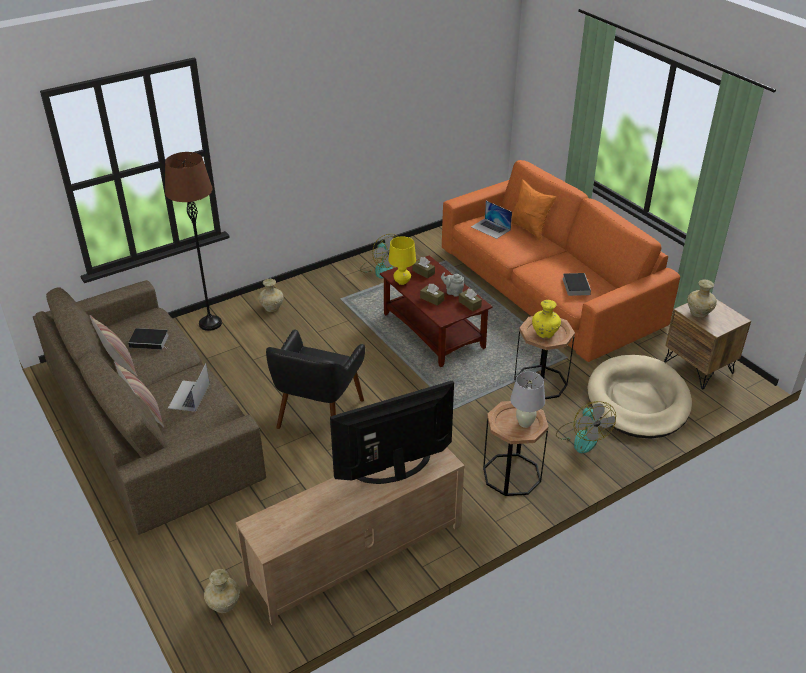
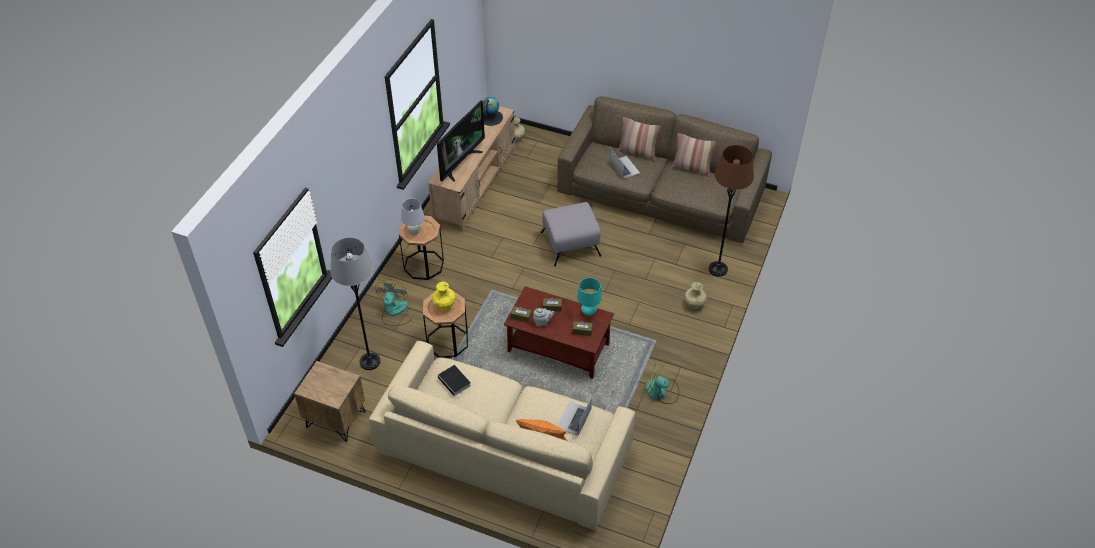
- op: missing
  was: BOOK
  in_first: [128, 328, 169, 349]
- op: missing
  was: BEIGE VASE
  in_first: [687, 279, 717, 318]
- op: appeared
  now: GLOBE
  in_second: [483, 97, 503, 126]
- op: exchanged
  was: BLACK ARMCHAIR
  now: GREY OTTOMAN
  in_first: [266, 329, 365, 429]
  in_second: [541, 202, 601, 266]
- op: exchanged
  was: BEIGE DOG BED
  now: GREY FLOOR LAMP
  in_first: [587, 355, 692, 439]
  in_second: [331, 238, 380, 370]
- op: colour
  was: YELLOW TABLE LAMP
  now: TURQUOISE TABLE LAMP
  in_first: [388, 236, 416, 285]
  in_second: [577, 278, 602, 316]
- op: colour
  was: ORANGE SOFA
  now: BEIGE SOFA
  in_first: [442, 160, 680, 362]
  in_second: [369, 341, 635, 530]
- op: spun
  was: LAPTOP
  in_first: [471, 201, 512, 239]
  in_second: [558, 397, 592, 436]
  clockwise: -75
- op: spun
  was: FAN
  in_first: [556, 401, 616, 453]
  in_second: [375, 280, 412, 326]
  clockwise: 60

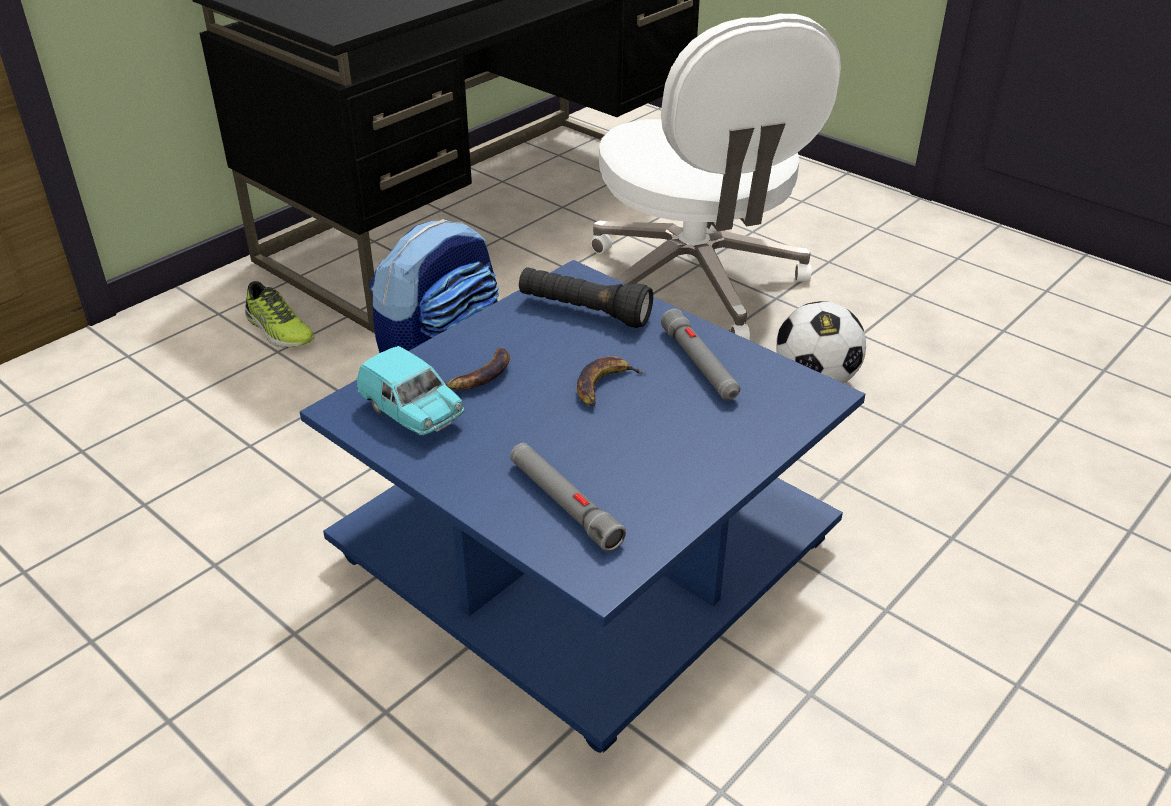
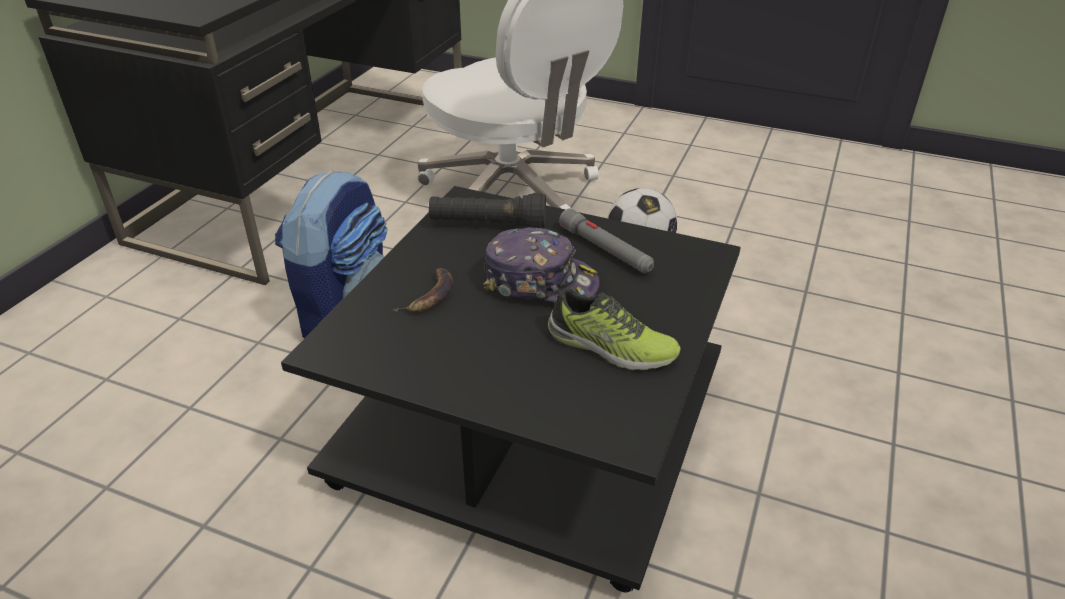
- op: missing
  was: TURQUOISE TOY CAR
  in_first: [357, 346, 464, 435]
- op: missing
  was: GREY FLASHLIGHT
  in_first: [510, 443, 626, 551]
- op: relocated
  was: SHOE
  in_first: [245, 281, 315, 348]
  in_second: [548, 288, 681, 370]
- op: exchanged
  was: BANANA
  now: CAP
  in_first: [577, 356, 645, 406]
  in_second: [483, 227, 600, 303]
- op: colour
  was: BLUE COFFEE TABLE
  now: BLACK COFFEE TABLE
  in_first: [300, 260, 865, 753]
  in_second: [281, 186, 741, 592]

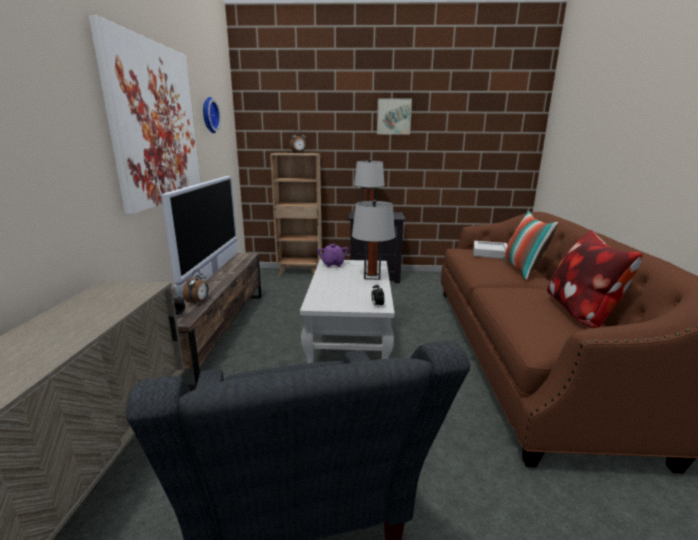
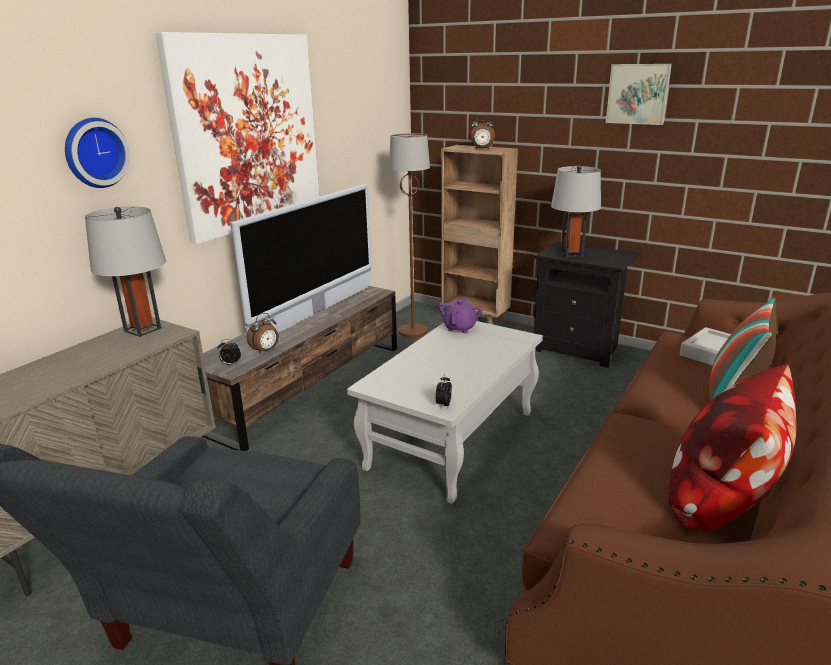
- op: appeared
  now: BROWN FLOOR LAMP
  in_second: [389, 133, 430, 338]
- op: relocated
  was: WALL CLOCK
  in_first: [203, 97, 221, 133]
  in_second: [65, 118, 130, 188]
- op: relocated
  was: GREY TABLE LAMP
  in_first: [352, 200, 395, 280]
  in_second: [85, 206, 166, 337]

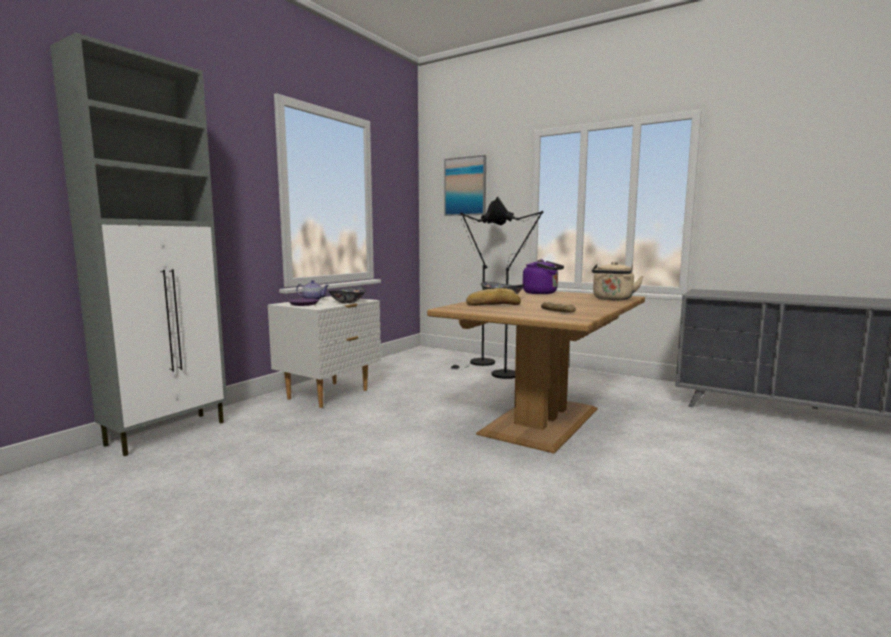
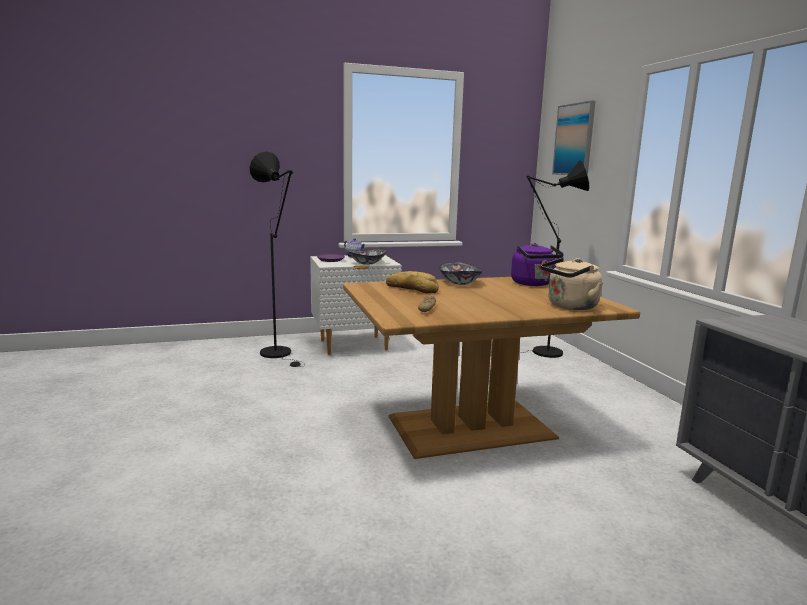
- op: missing
  was: GREY CABINET
  in_first: [50, 33, 227, 456]
- op: relocated
  was: BLACK FLOOR LAMP
  in_first: [488, 197, 543, 379]
  in_second: [250, 152, 304, 367]

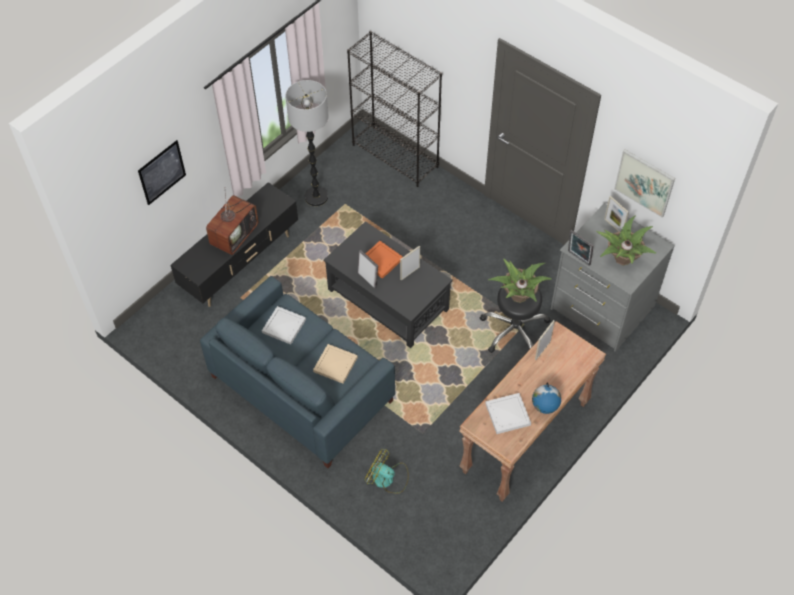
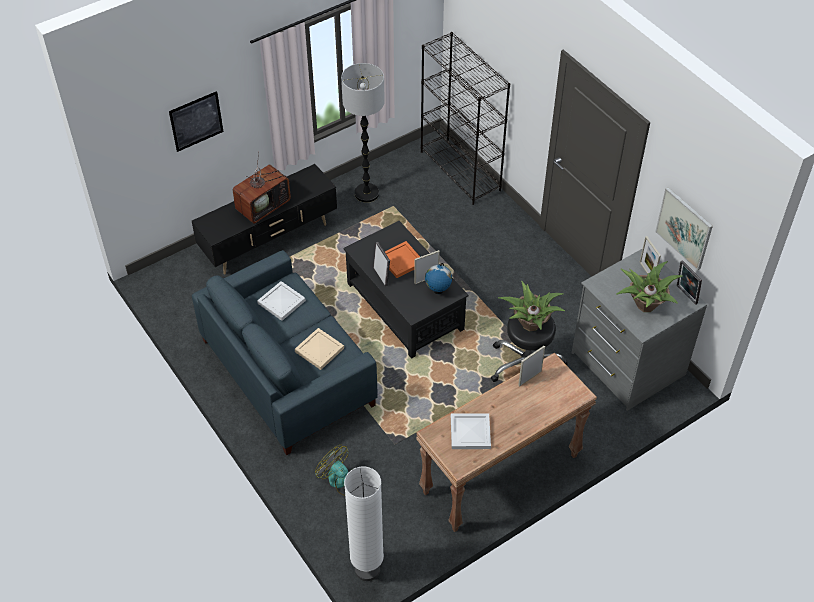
- op: appeared
  now: WHITE FLOOR LAMP
  in_second: [344, 466, 384, 581]
- op: relocated
  was: GLOBE
  in_first: [532, 382, 561, 414]
  in_second: [425, 263, 452, 294]
- op: relocated
  was: PICTURE FRAME
  in_first: [568, 230, 594, 266]
  in_second: [677, 260, 702, 305]

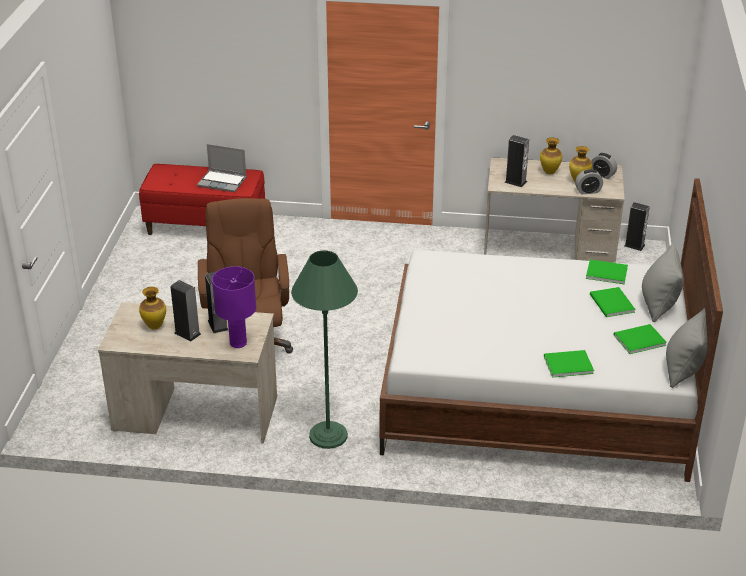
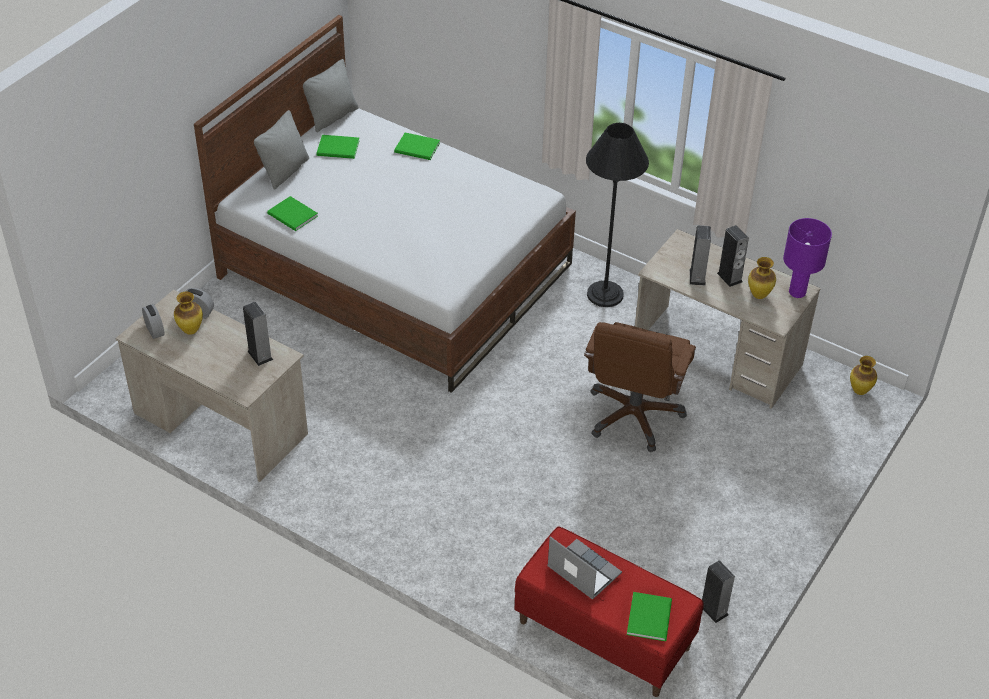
- op: relocated
  was: PURPLE TABLE LAMP
  in_first: [212, 266, 256, 348]
  in_second: [783, 218, 832, 298]
- op: relocated
  was: VASE
  in_first: [540, 138, 562, 174]
  in_second: [850, 356, 877, 395]
- op: relocated
  was: GREEN BOOK
  in_first: [590, 287, 635, 317]
  in_second: [627, 592, 672, 641]
- op: relocated
  was: SPEAKER
  in_first: [624, 202, 650, 251]
  in_second: [702, 560, 735, 623]
- op: colour
  was: GREEN FLOOR LAMP
  now: BLACK FLOOR LAMP
  in_first: [291, 250, 358, 449]
  in_second: [586, 123, 649, 307]

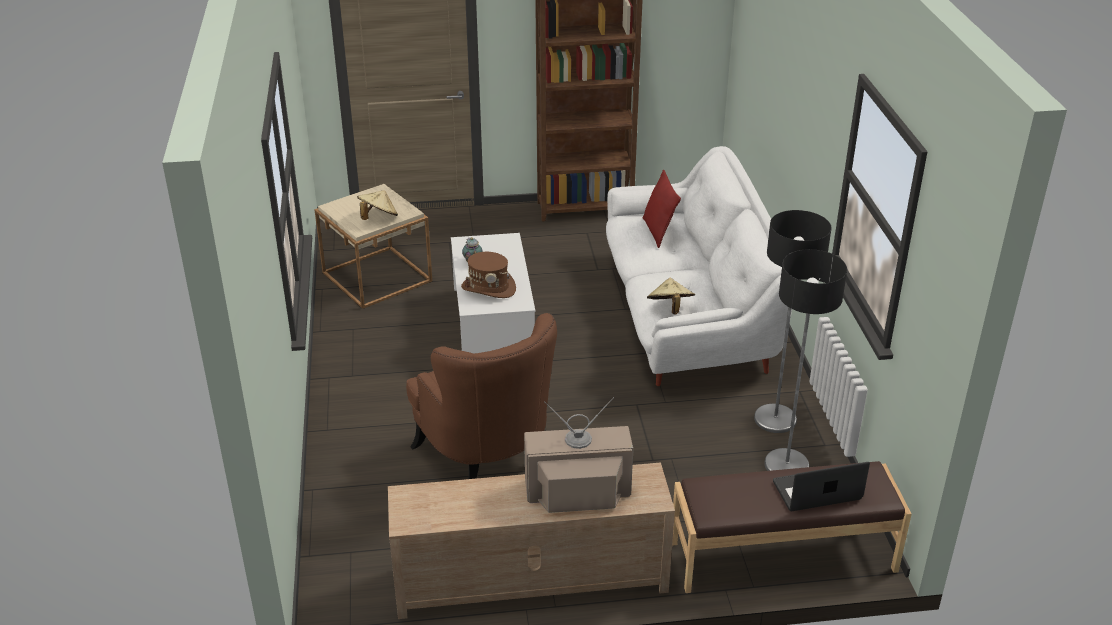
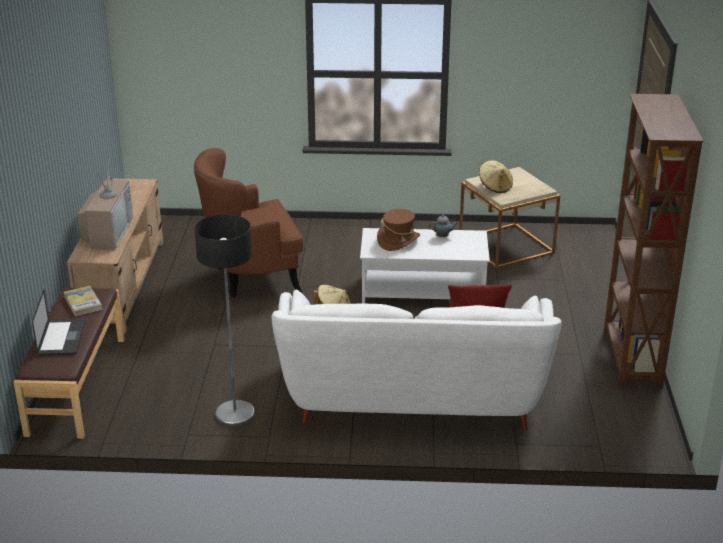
- op: missing
  was: FLOOR LAMP
  in_first: [765, 249, 847, 471]
- op: appeared
  now: BOOK
  in_second: [64, 286, 102, 316]

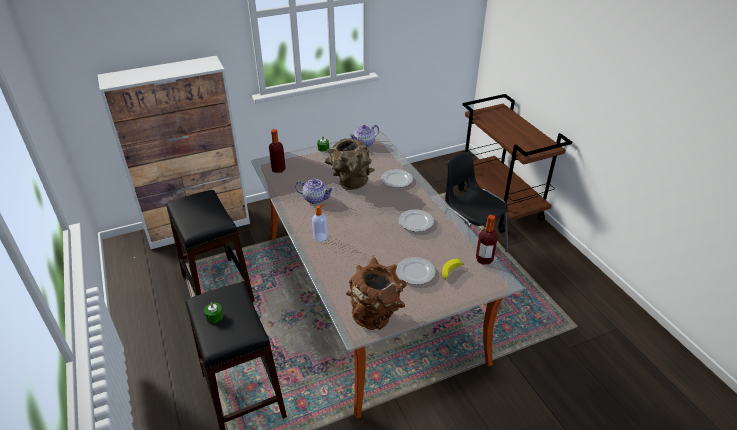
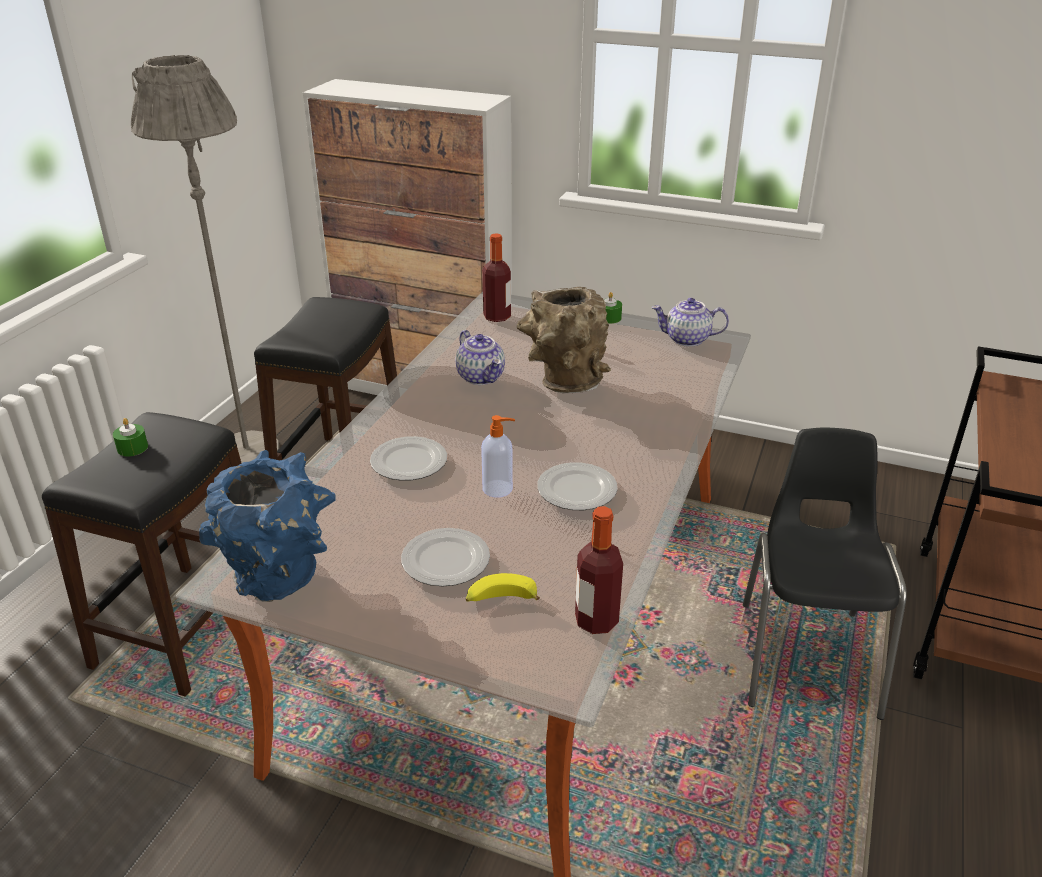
- op: appeared
  now: GREY FLOOR LAMP
  in_second: [131, 55, 279, 463]
- op: relocated
  was: SOAP DISPENSER
  in_first: [312, 204, 327, 242]
  in_second: [481, 415, 515, 498]
- op: relocated
  was: PLATE
  in_first: [381, 169, 413, 188]
  in_second: [370, 436, 447, 481]
- op: colour
  was: BROWN VASE
  now: BLUE VASE
  in_first: [346, 257, 407, 330]
  in_second: [199, 450, 336, 602]

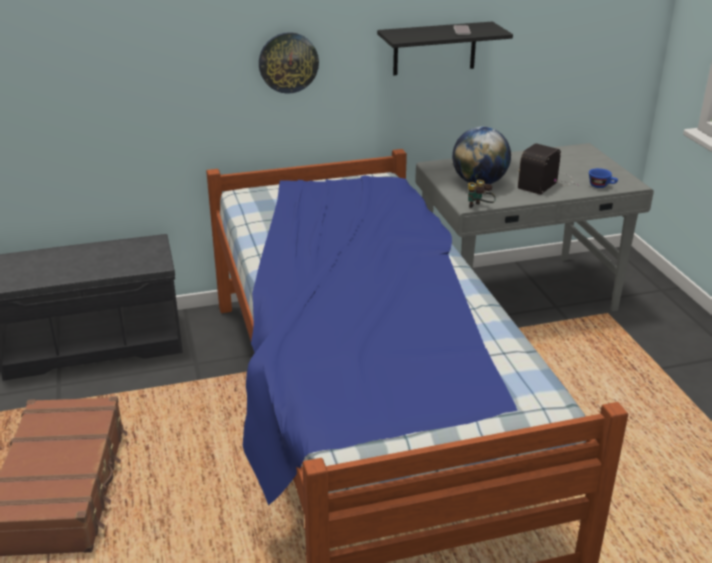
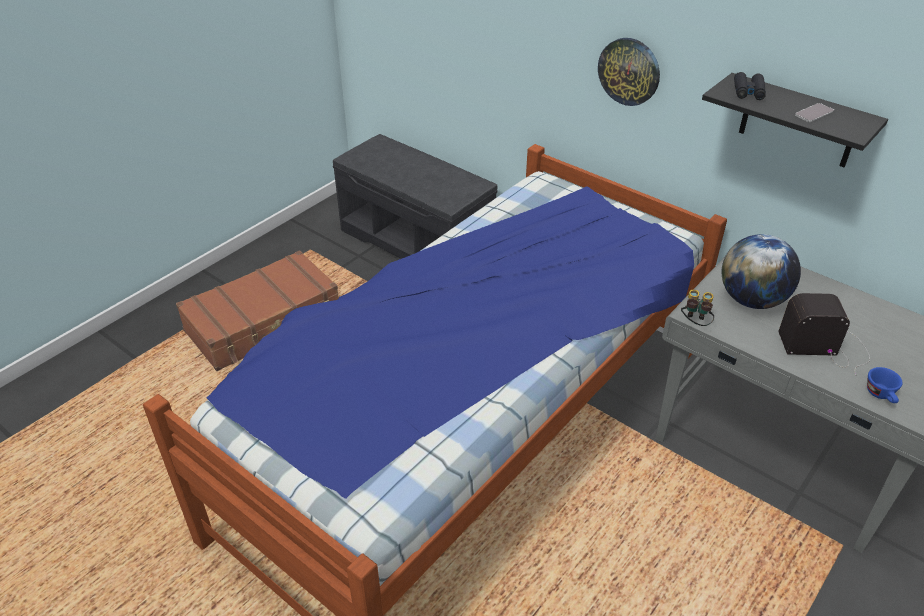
- op: appeared
  now: BLACK BINOCULARS
  in_second: [734, 72, 766, 100]

